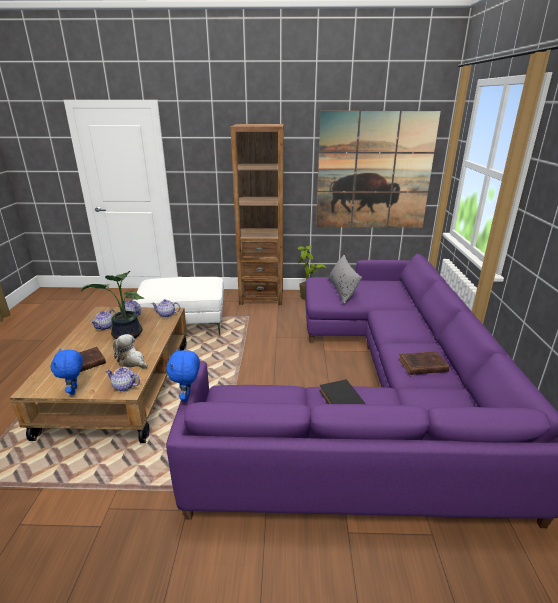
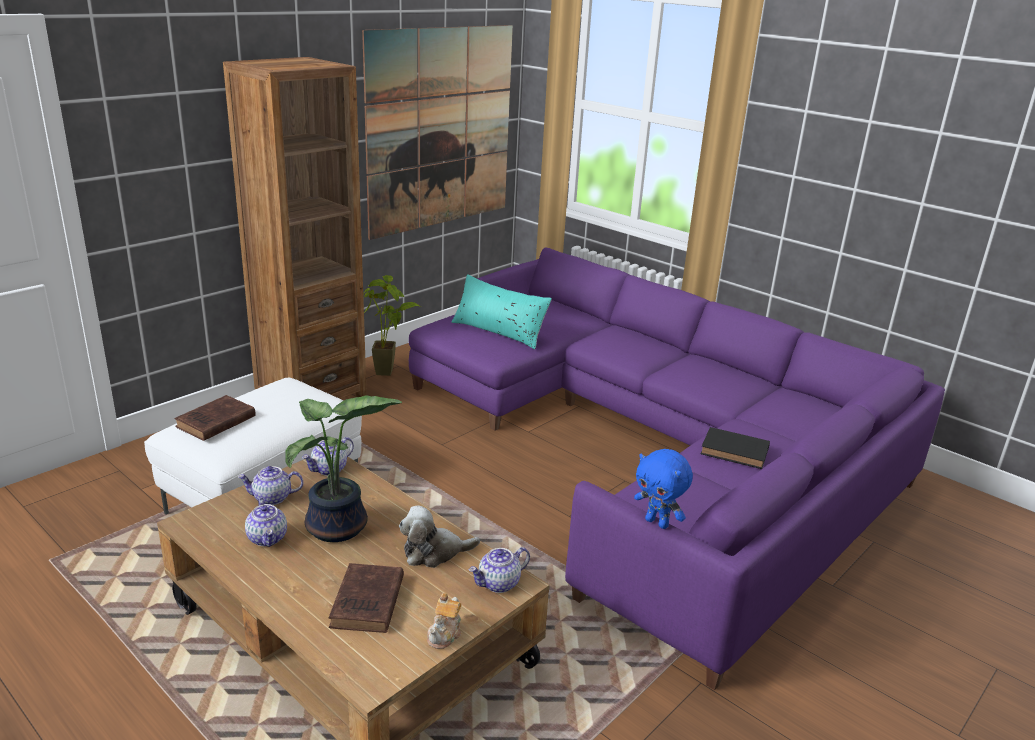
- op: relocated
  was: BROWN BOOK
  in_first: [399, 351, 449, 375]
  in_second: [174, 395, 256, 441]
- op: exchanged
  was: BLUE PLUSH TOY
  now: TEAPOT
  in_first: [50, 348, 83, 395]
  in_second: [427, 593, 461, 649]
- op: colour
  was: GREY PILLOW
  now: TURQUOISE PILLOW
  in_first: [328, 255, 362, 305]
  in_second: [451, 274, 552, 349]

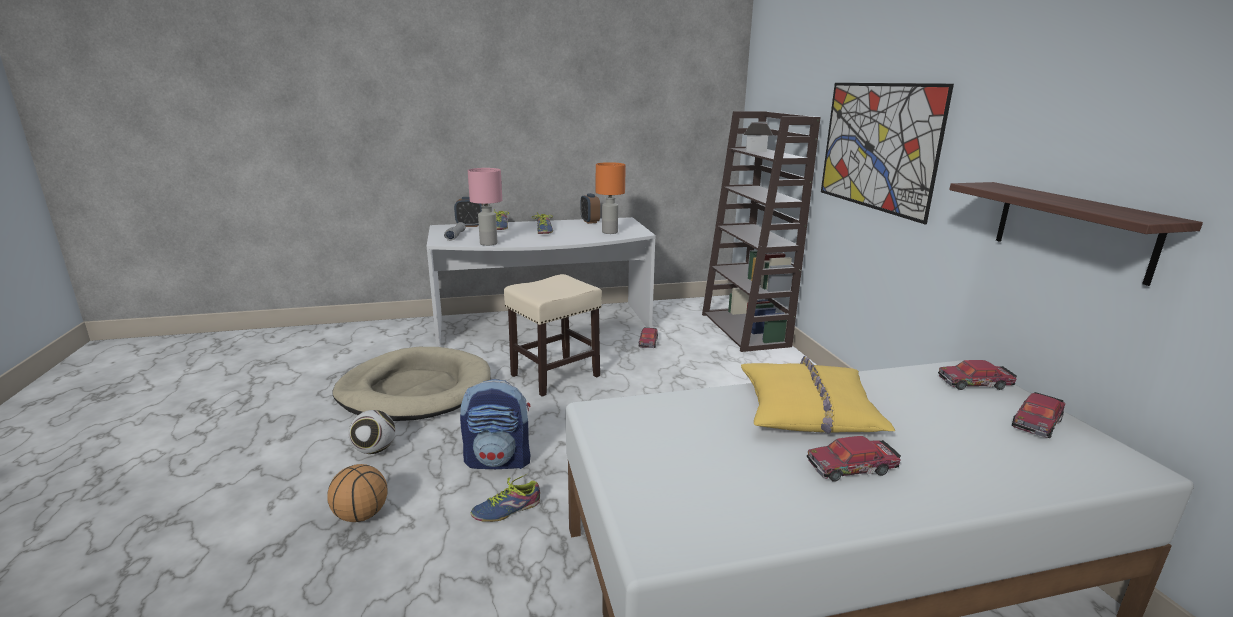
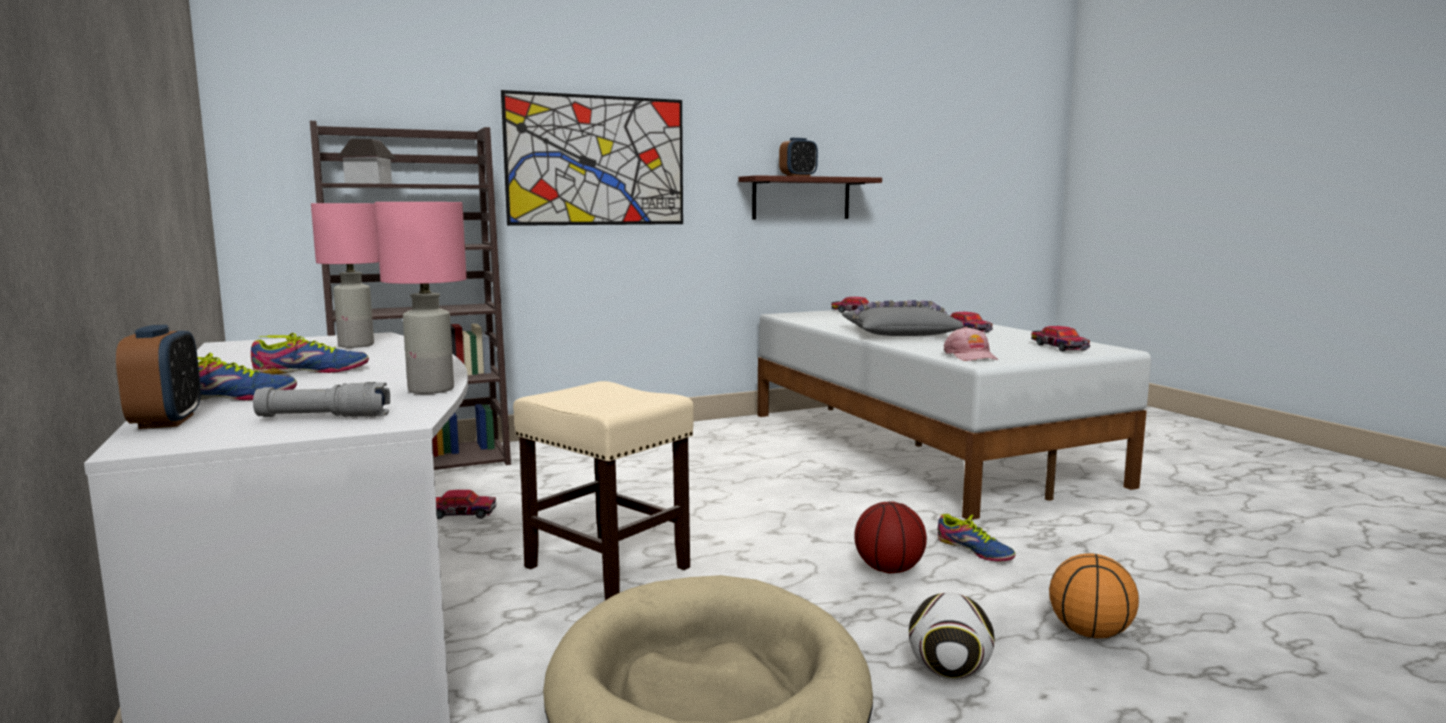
- op: appeared
  now: PINK CAP
  in_second: [944, 327, 998, 361]
- op: relocated
  was: ALARM CLOCK
  in_first: [581, 193, 600, 224]
  in_second: [779, 138, 818, 176]
- op: relocated
  was: TOY CAR
  in_first: [938, 360, 1017, 390]
  in_second: [1031, 326, 1090, 351]
- op: exchanged
  was: BACKPACK
  now: BASKETBALL
  in_first: [460, 379, 530, 469]
  in_second: [854, 501, 927, 573]
- op: colour
  was: ORANGE TABLE LAMP
  now: PINK TABLE LAMP
  in_first: [596, 162, 626, 234]
  in_second: [311, 203, 379, 348]
- op: colour
  was: YELLOW PILLOW
  now: GREY PILLOW
  in_first: [741, 356, 895, 433]
  in_second: [842, 300, 964, 336]

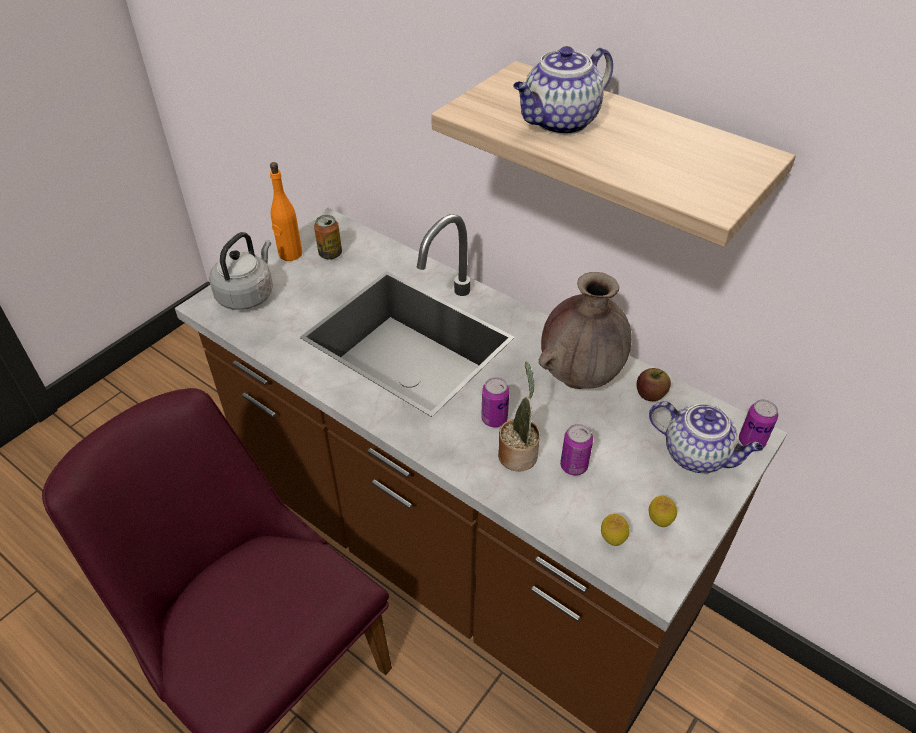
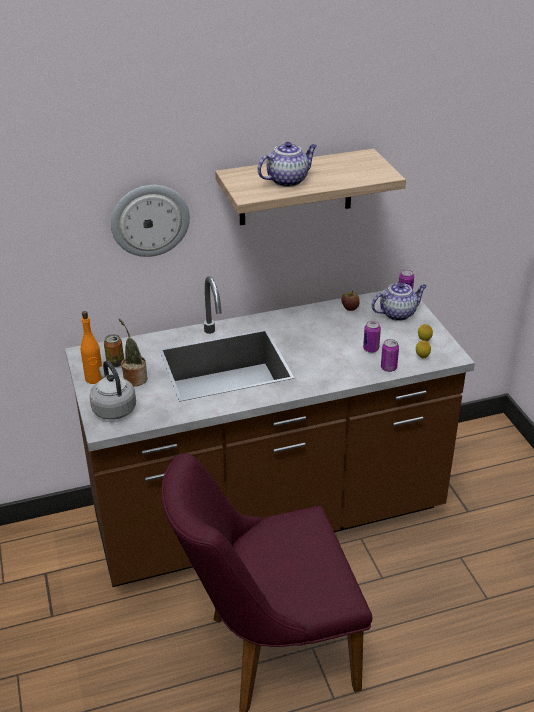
- op: missing
  was: BROWN VASE
  in_first: [538, 272, 632, 389]
- op: appeared
  now: WALL CLOCK
  in_second: [111, 185, 190, 257]
- op: relocated
  was: CAN
  in_first: [481, 377, 510, 427]
  in_second: [381, 339, 399, 372]
- op: relocated
  was: POTTED PLANT
  in_first: [498, 361, 540, 471]
  in_second: [119, 319, 148, 386]
- op: spun
  was: TEAPOT
  in_first: [513, 46, 613, 135]
  in_second: [257, 142, 317, 187]
  clockwise: -120

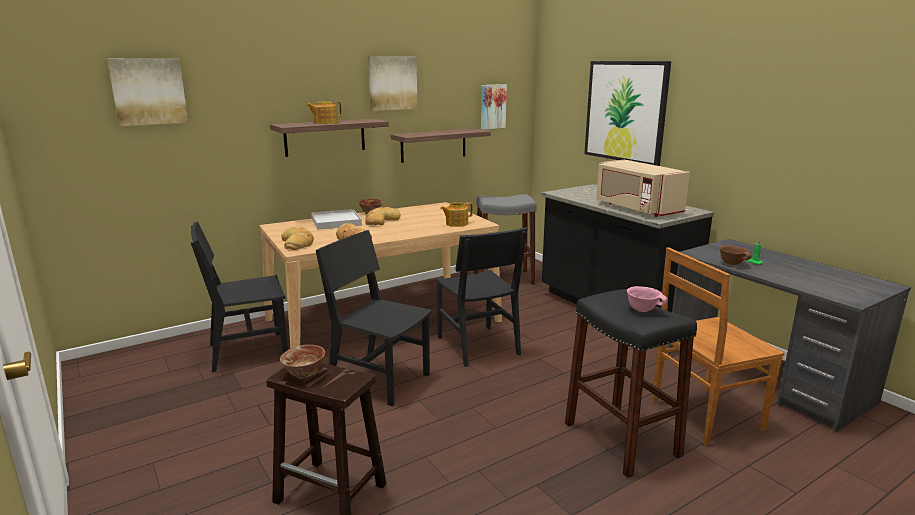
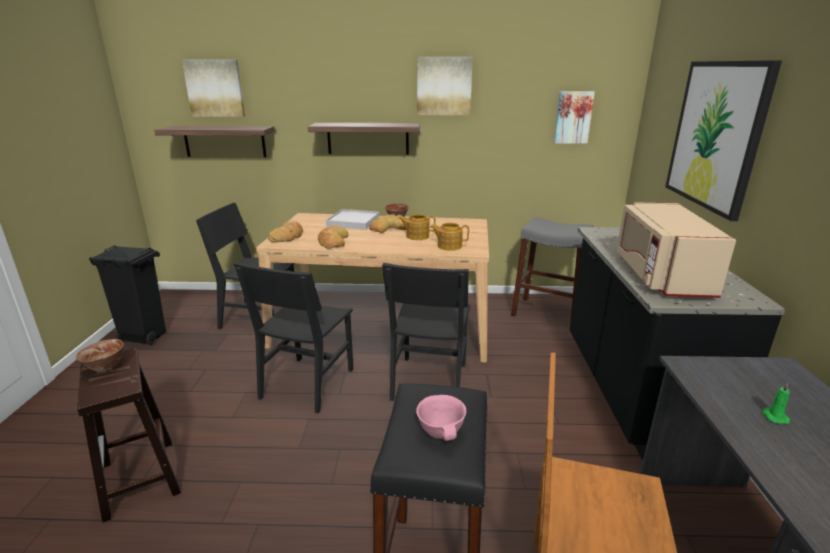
- op: missing
  was: BROWN BOWL
  in_first: [720, 245, 752, 265]
- op: appeared
  now: BLACK TRASH CAN
  in_second: [89, 245, 166, 345]
- op: relocated
  was: TEAPOT
  in_first: [306, 101, 342, 124]
  in_second: [399, 214, 436, 240]
- op: relocated
  was: SHELF
  in_first: [391, 128, 491, 163]
  in_second: [154, 126, 275, 157]
- op: spun
  was: BLACK CHAIR
  in_first: [316, 230, 432, 407]
  in_second: [234, 262, 353, 413]
  clockwise: -135

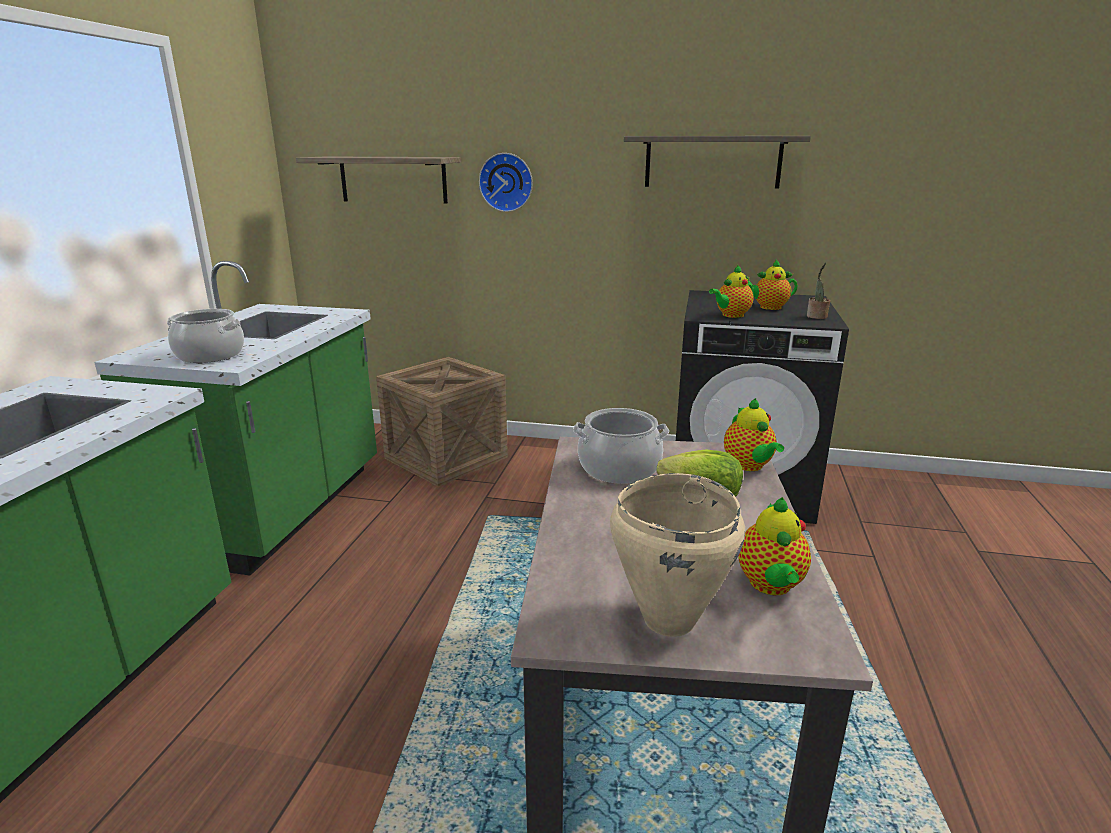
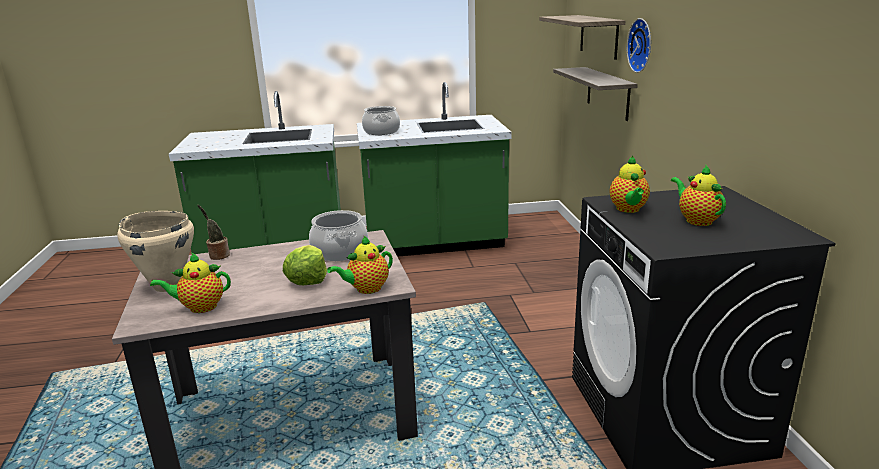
- op: missing
  was: CRATE
  in_first: [376, 357, 508, 487]
- op: relocated
  was: SHELF
  in_first: [624, 136, 811, 189]
  in_second: [553, 67, 638, 121]
- op: relocated
  was: POTTED PLANT
  in_first: [807, 263, 830, 319]
  in_second: [198, 205, 230, 260]
- op: spun
  was: TEAPOT
  in_first: [709, 265, 754, 318]
  in_second: [610, 156, 650, 213]
  clockwise: -120

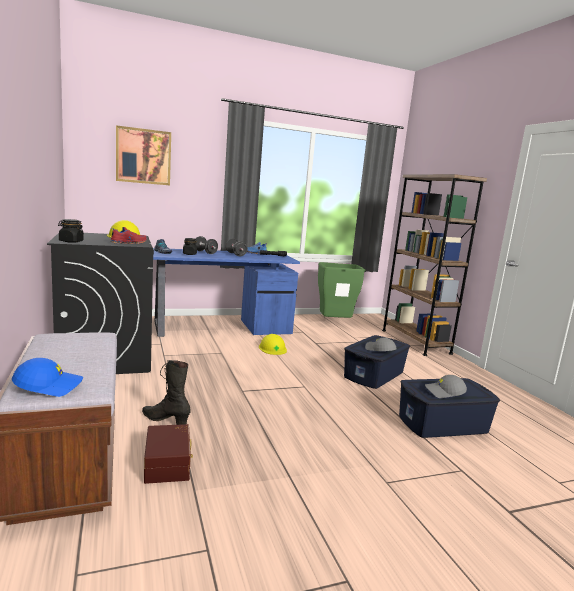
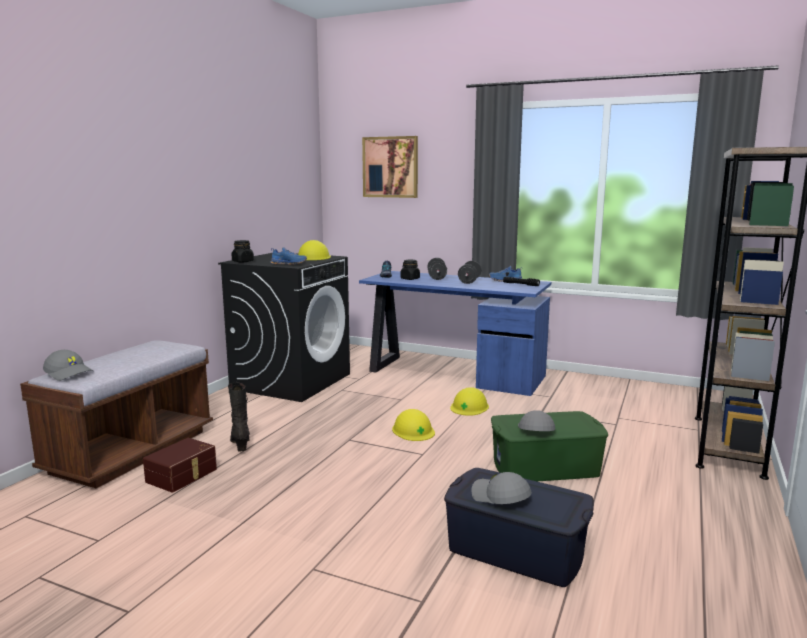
- op: missing
  was: GREEN TRASH CAN
  in_first: [318, 262, 365, 318]
- op: appeared
  now: YELLOW HARD HAT
  in_second: [392, 409, 435, 441]
- op: colour
  was: BLUE CAP
  now: GREY CAP
  in_first: [12, 358, 83, 397]
  in_second: [43, 350, 93, 381]
- op: colour
  was: RED SHOE
  now: BLUE SHOE
  in_first: [110, 227, 147, 244]
  in_second: [271, 247, 307, 265]
- op: colour
  was: BLUE STORAGE BOX
  now: GREEN STORAGE BOX
  in_first: [344, 335, 410, 389]
  in_second: [491, 411, 608, 481]

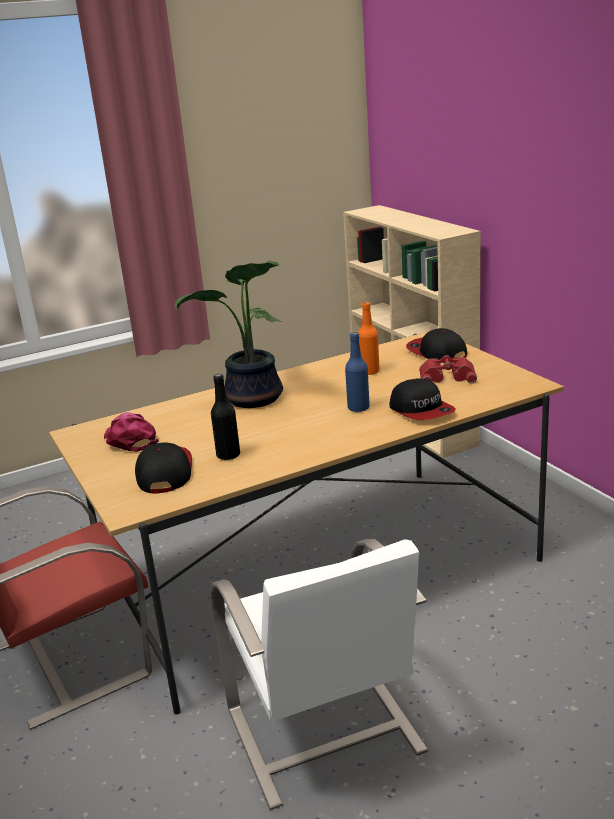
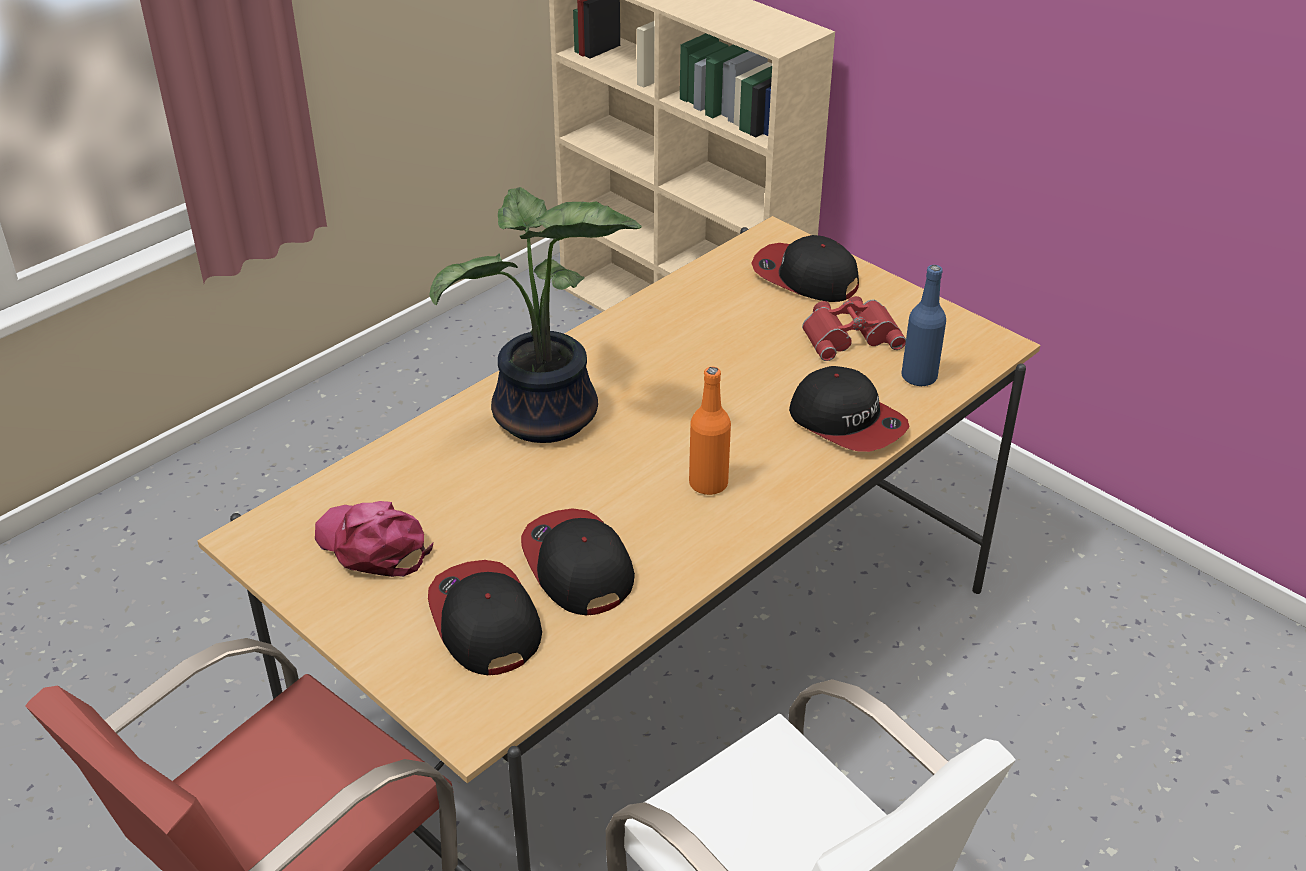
- op: relocated
  was: BLUE BOTTLE
  in_first: [345, 332, 370, 412]
  in_second: [902, 265, 946, 387]
- op: relocated
  was: ORANGE BOTTLE
  in_first: [358, 302, 380, 375]
  in_second: [689, 367, 731, 495]
- op: exchanged
  was: BLACK BOTTLE
  now: CAP
  in_first: [211, 374, 240, 460]
  in_second: [521, 508, 635, 615]

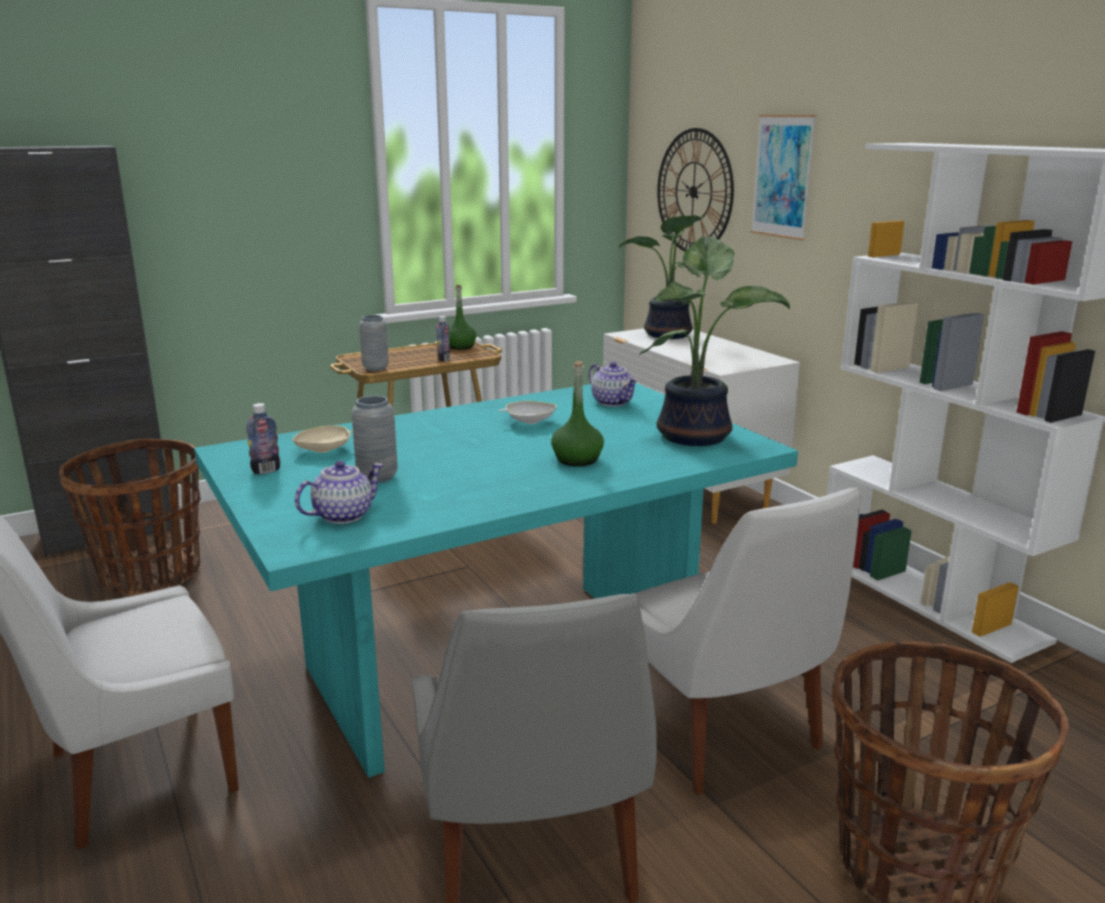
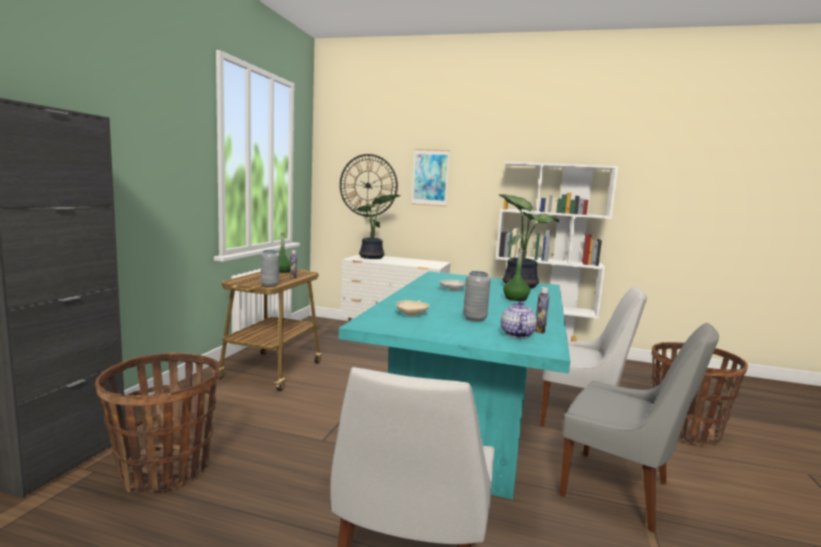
- op: missing
  was: TEAPOT
  in_first: [589, 362, 638, 407]
- op: relocated
  was: BOTTLE
  in_first: [246, 403, 281, 474]
  in_second: [535, 287, 550, 333]

